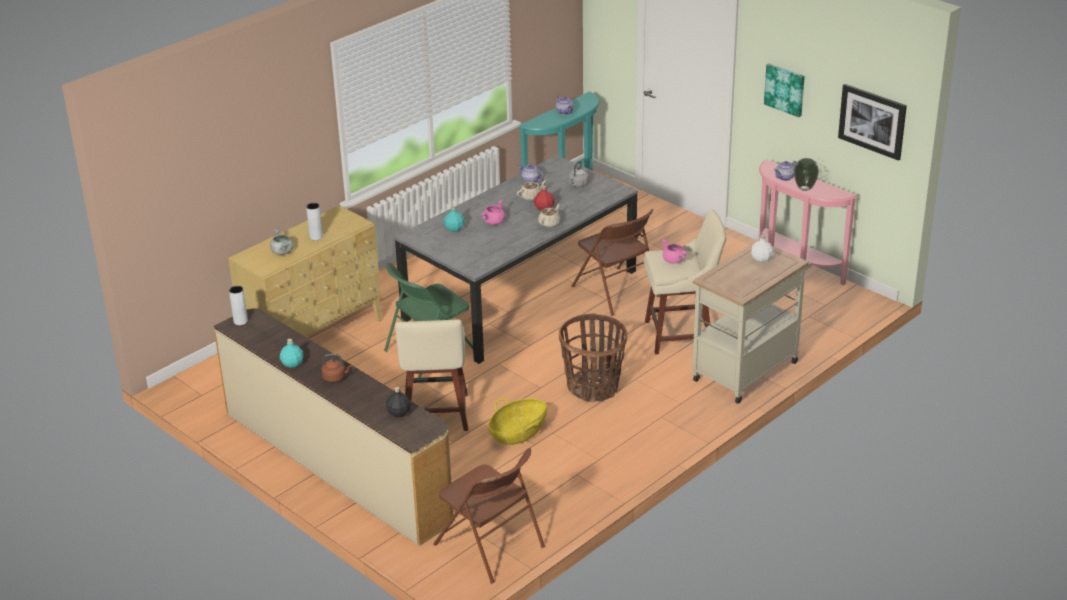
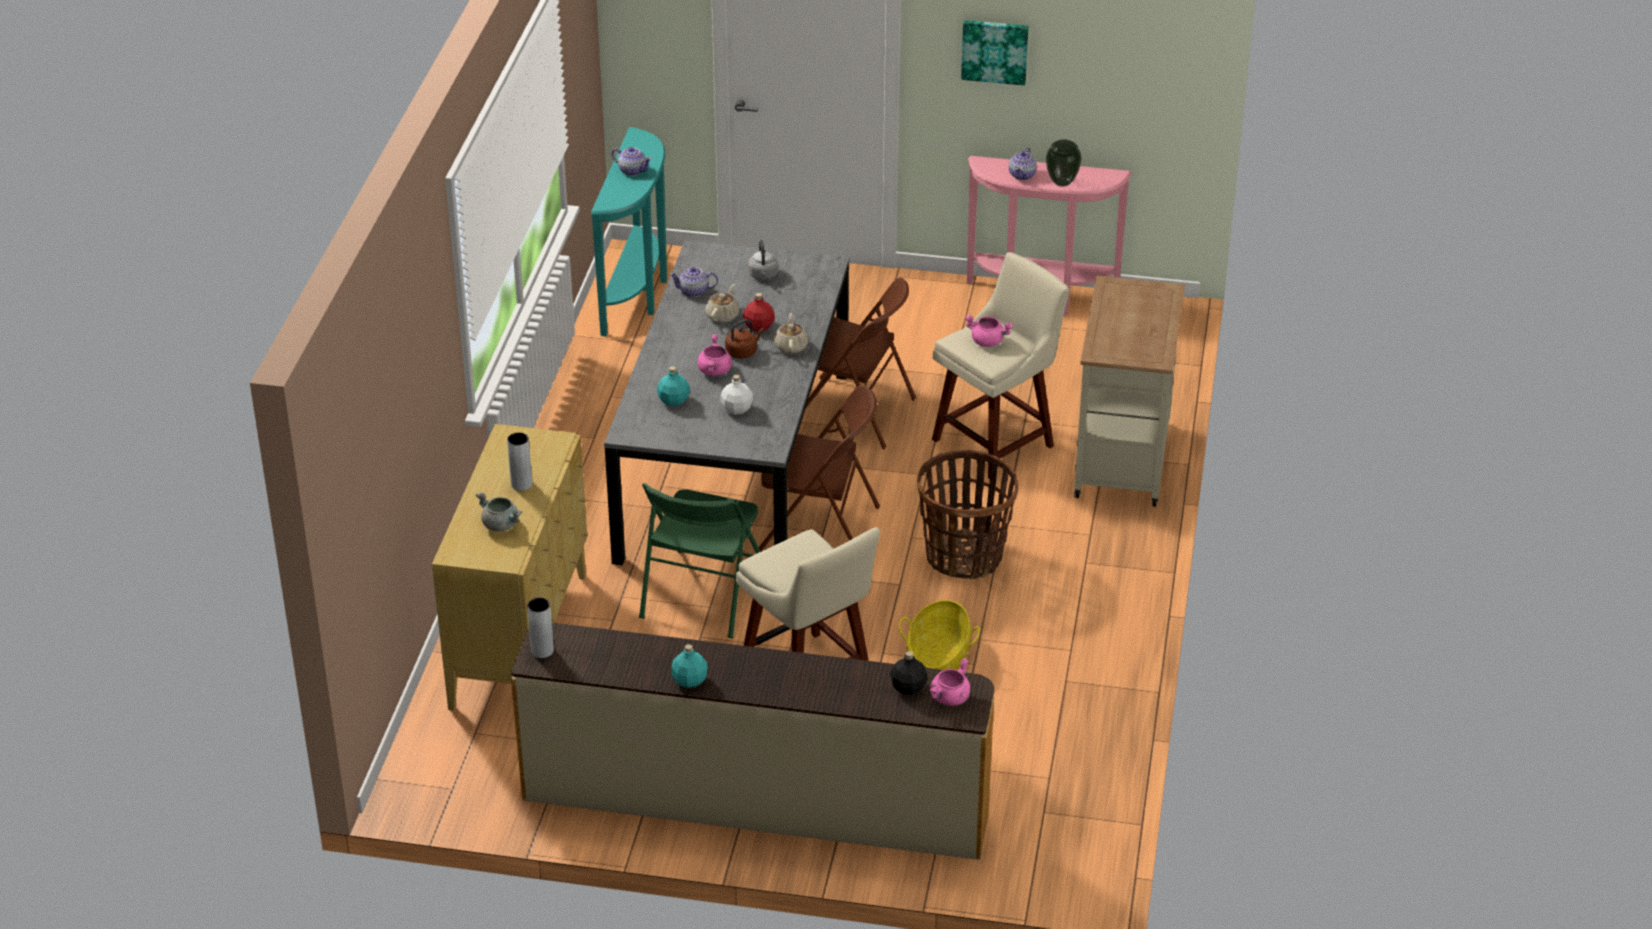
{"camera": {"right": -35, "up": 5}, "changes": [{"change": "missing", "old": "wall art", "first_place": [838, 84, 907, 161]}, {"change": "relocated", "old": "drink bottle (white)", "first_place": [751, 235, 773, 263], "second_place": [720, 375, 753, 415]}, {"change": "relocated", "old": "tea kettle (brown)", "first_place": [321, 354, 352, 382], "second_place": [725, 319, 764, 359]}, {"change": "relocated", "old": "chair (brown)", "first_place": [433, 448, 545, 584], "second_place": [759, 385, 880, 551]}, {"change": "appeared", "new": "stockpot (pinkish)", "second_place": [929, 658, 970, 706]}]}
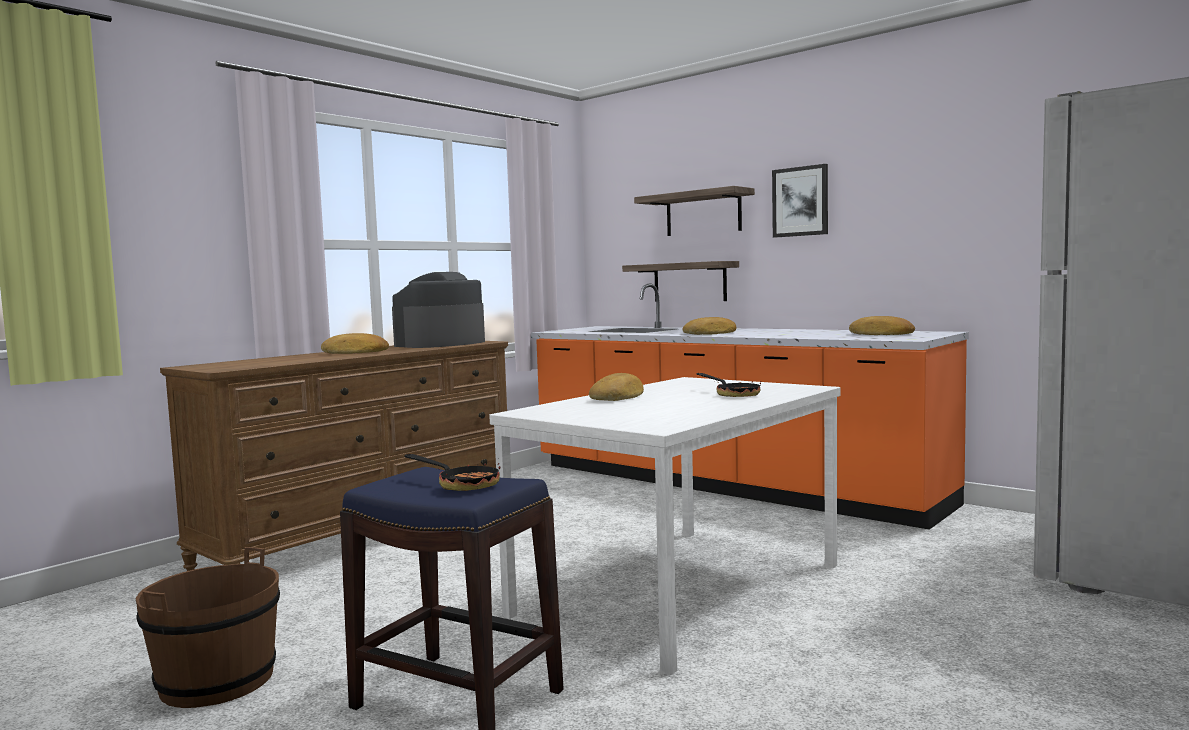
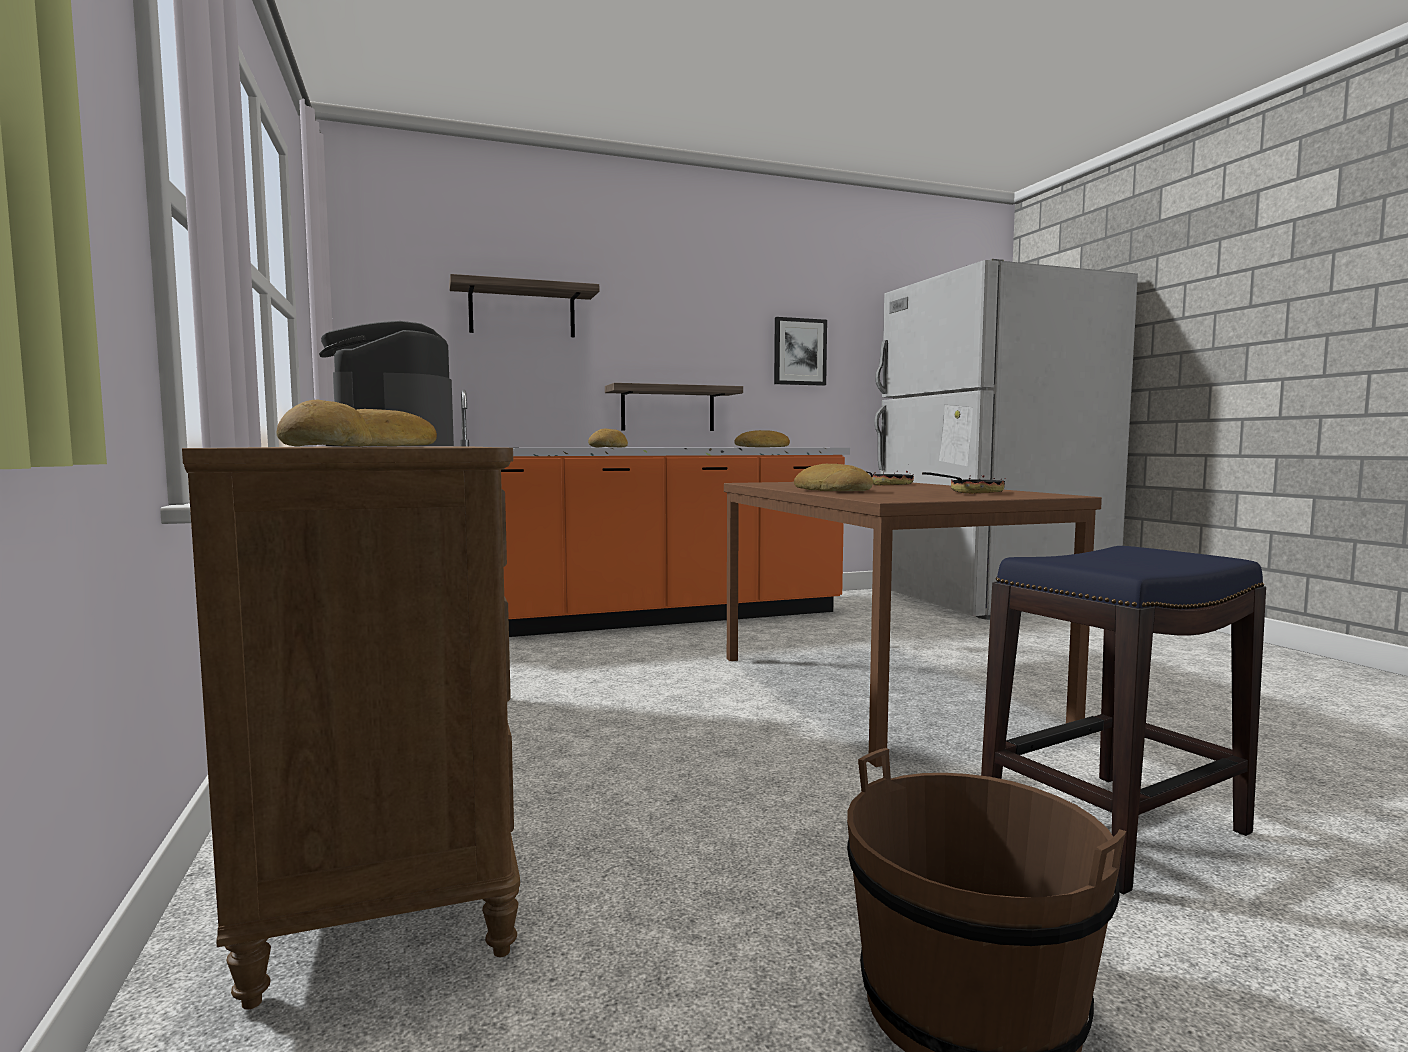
{"camera": {"right": -60, "up": 0}, "changes": [{"change": "relocated", "old": "wall art", "first_place": [772, 164, 828, 238], "second_place": [774, 317, 827, 386]}, {"change": "relocated", "old": "wall shelf", "first_place": [622, 261, 739, 302], "second_place": [605, 383, 743, 431]}, {"change": "colour", "old": "dinner table (white)", "new": "dinner table (brown)", "first_place": [489, 377, 841, 676], "second_place": [724, 482, 1102, 767]}, {"change": "relocated", "old": "skillet", "first_place": [404, 454, 501, 491], "second_place": [922, 468, 1006, 494]}, {"change": "appeared", "new": "baked bread", "second_place": [276, 400, 372, 446]}]}
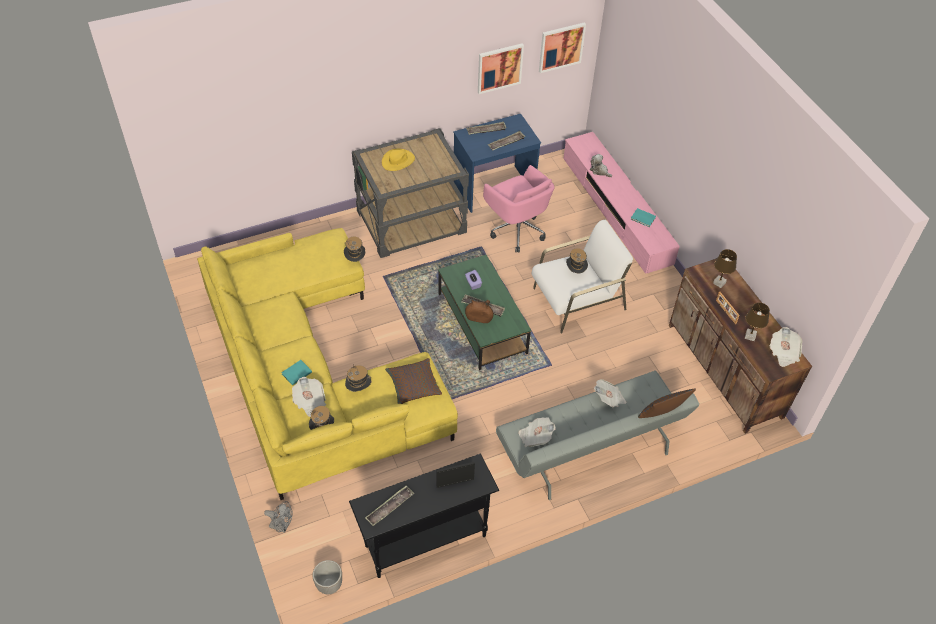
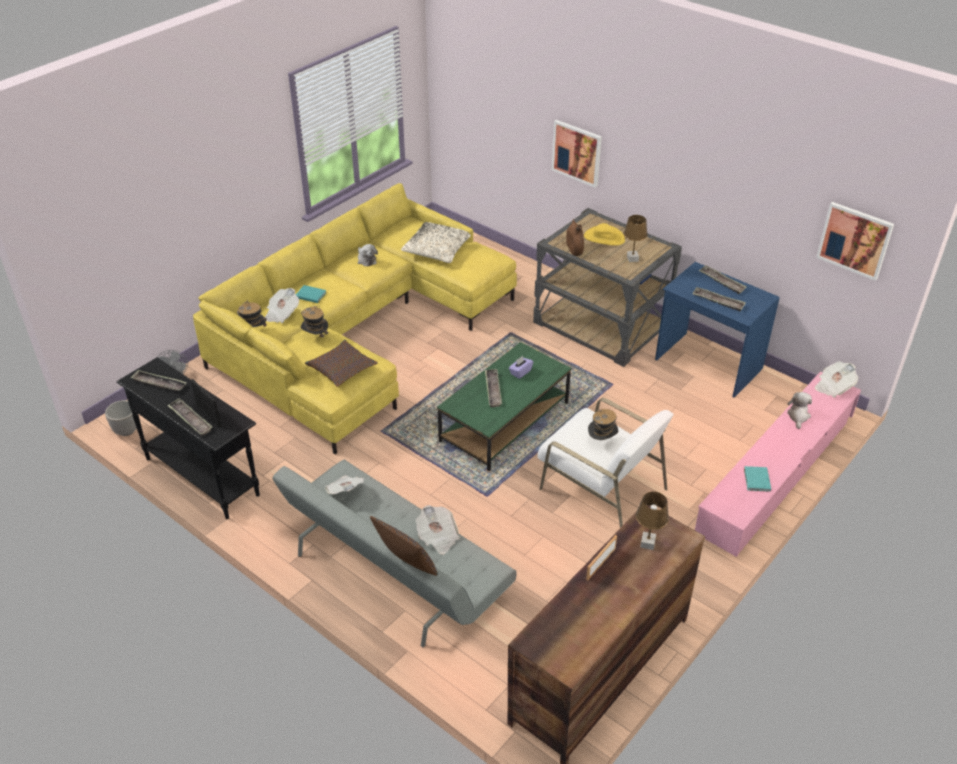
{"camera": {"right": 65, "up": -10}, "changes": [{"change": "relocated", "old": "wall art", "first_place": [478, 43, 524, 94], "second_place": [552, 120, 602, 188]}, {"change": "missing", "old": "desk chair (pinkish)", "first_place": [483, 165, 555, 253]}, {"change": "missing", "old": "hat", "first_place": [344, 237, 365, 262]}, {"change": "relocated", "old": "flower vase (brown)", "first_place": [465, 300, 493, 323], "second_place": [566, 219, 584, 256]}, {"change": "relocated", "old": "table lamp (brown)", "first_place": [745, 303, 770, 341], "second_place": [623, 215, 648, 262]}, {"change": "relocated", "old": "printed paper", "first_place": [770, 327, 803, 367], "second_place": [815, 361, 858, 398]}, {"change": "appeared", "new": "pillow (beige)", "second_place": [401, 222, 471, 263]}, {"change": "appeared", "new": "cuddly toy", "second_place": [358, 244, 378, 267]}, {"change": "appeared", "new": "carrying tray", "second_place": [167, 398, 213, 436]}]}
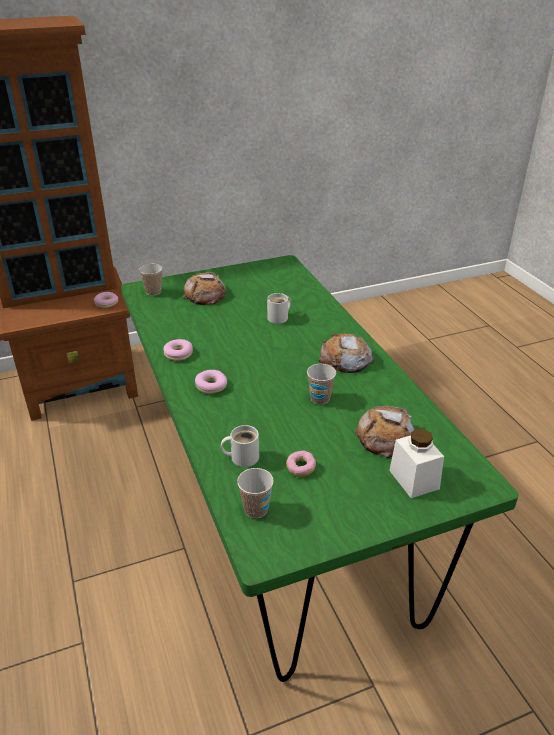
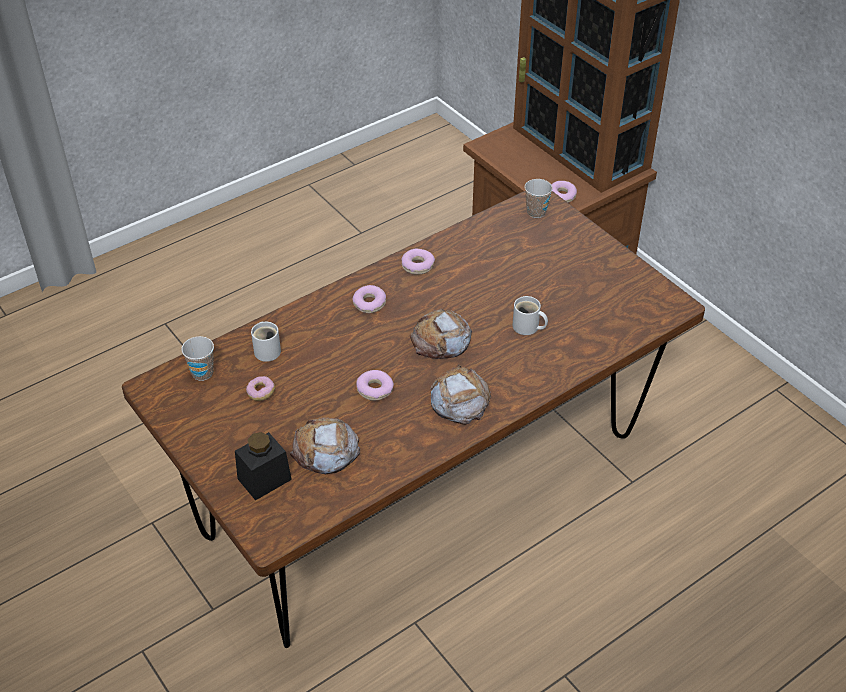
{"camera": {"right": 75, "up": 10}, "changes": [{"change": "colour", "old": "dinner table (green-coloured)", "new": "dinner table (brown)", "first_place": [121, 255, 519, 682], "second_place": [122, 191, 705, 648]}, {"change": "relocated", "old": "baked bread", "first_place": [183, 272, 226, 305], "second_place": [410, 309, 472, 359]}, {"change": "exchanged", "old": "drinking cup", "new": "ring doughnut", "first_place": [307, 364, 336, 405], "second_place": [356, 370, 394, 401]}, {"change": "colour", "old": "jar (white)", "new": "jar (blackish)", "first_place": [389, 429, 444, 498], "second_place": [235, 432, 292, 500]}]}
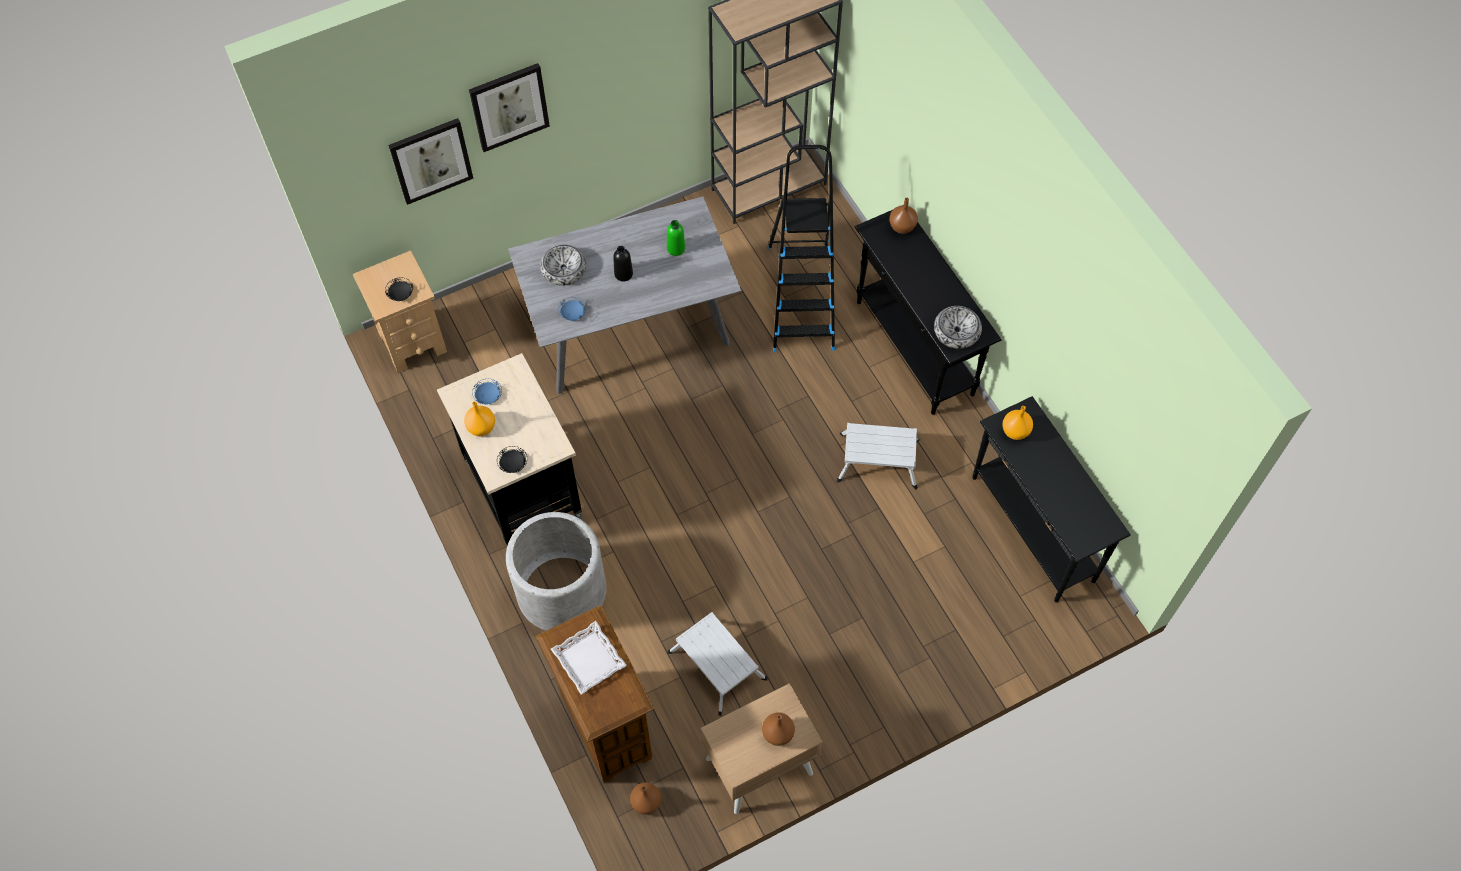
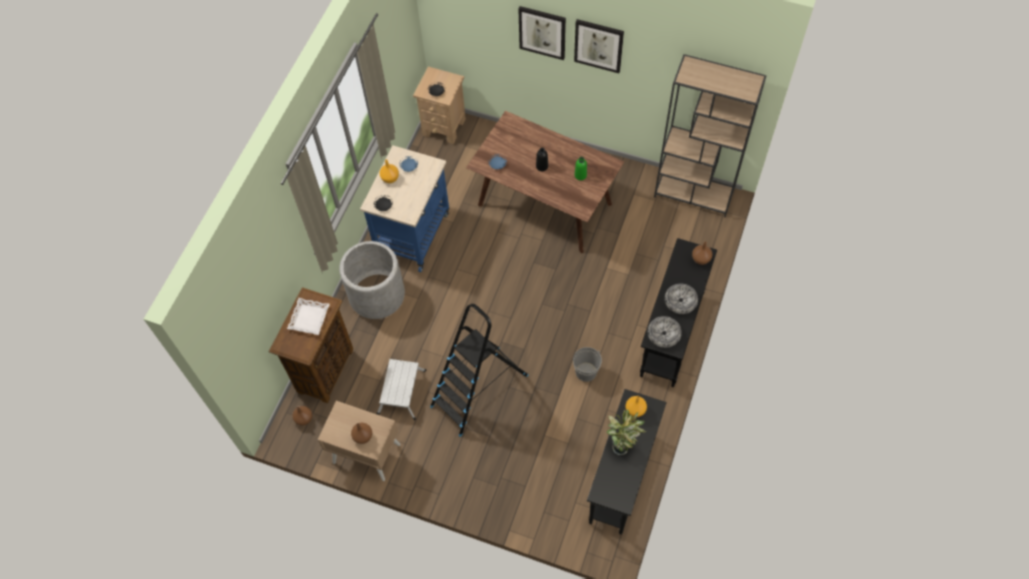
{"camera": {"right": 50, "up": 0}, "changes": [{"change": "relocated", "old": "wall art", "first_place": [388, 118, 473, 205], "second_place": [574, 19, 624, 73]}, {"change": "relocated", "old": "step ladder (blackish)", "first_place": [768, 145, 835, 352], "second_place": [430, 304, 529, 437]}, {"change": "colour", "old": "dinner table (gray)", "new": "dinner table (brown)", "first_place": [508, 196, 742, 394], "second_place": [466, 111, 624, 253]}, {"change": "relocated", "old": "serving bowl", "first_place": [540, 244, 586, 286], "second_place": [665, 284, 698, 314]}, {"change": "colour", "old": "trolley (blackish)", "new": "trolley (blue-coloured)", "first_place": [437, 353, 582, 546], "second_place": [360, 145, 449, 272]}, {"change": "exchanged", "old": "step ladder (white)", "new": "bucket (gray)", "first_place": [836, 423, 920, 490], "second_place": [573, 347, 602, 382]}, {"change": "appeared", "new": "houseplant", "second_place": [607, 409, 647, 455]}]}
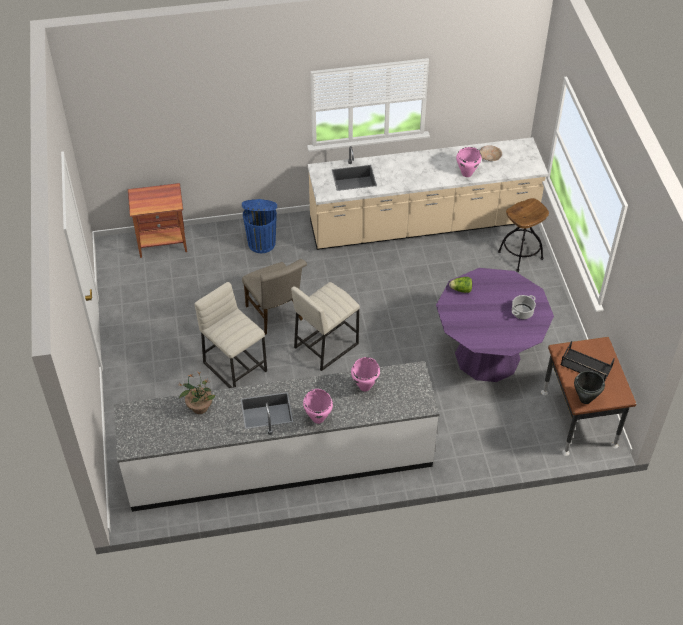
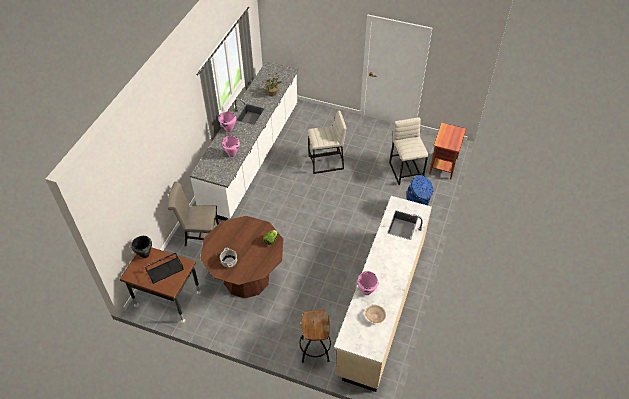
{"camera": {"right": 120, "up": 0}, "changes": [{"change": "relocated", "old": "chair (beige)", "first_place": [242, 259, 307, 335], "second_place": [168, 181, 219, 246]}, {"change": "colour", "old": "dinner table (purple-coloured)", "new": "dinner table (brown)", "first_place": [436, 268, 554, 382], "second_place": [200, 216, 283, 298]}, {"change": "relocated", "old": "stool seat (beige)", "first_place": [291, 282, 360, 371], "second_place": [389, 117, 428, 185]}]}
